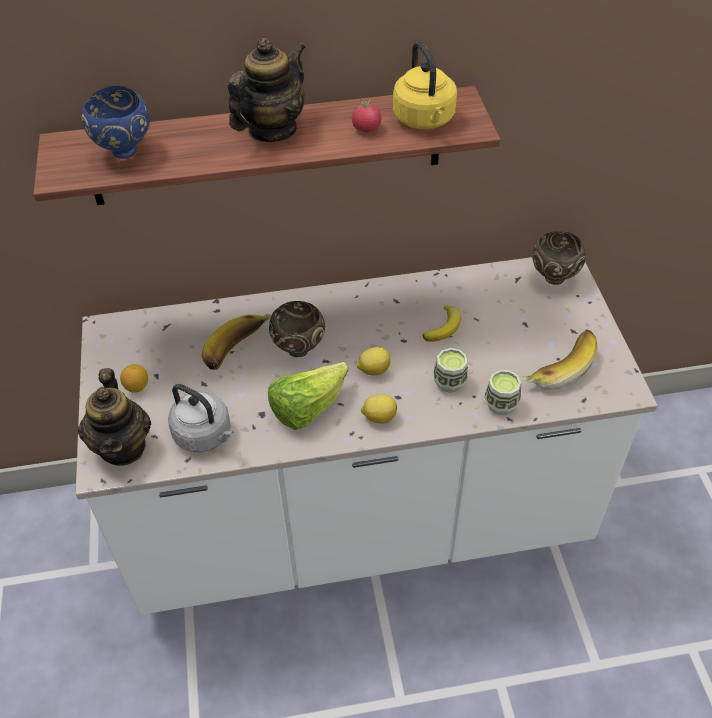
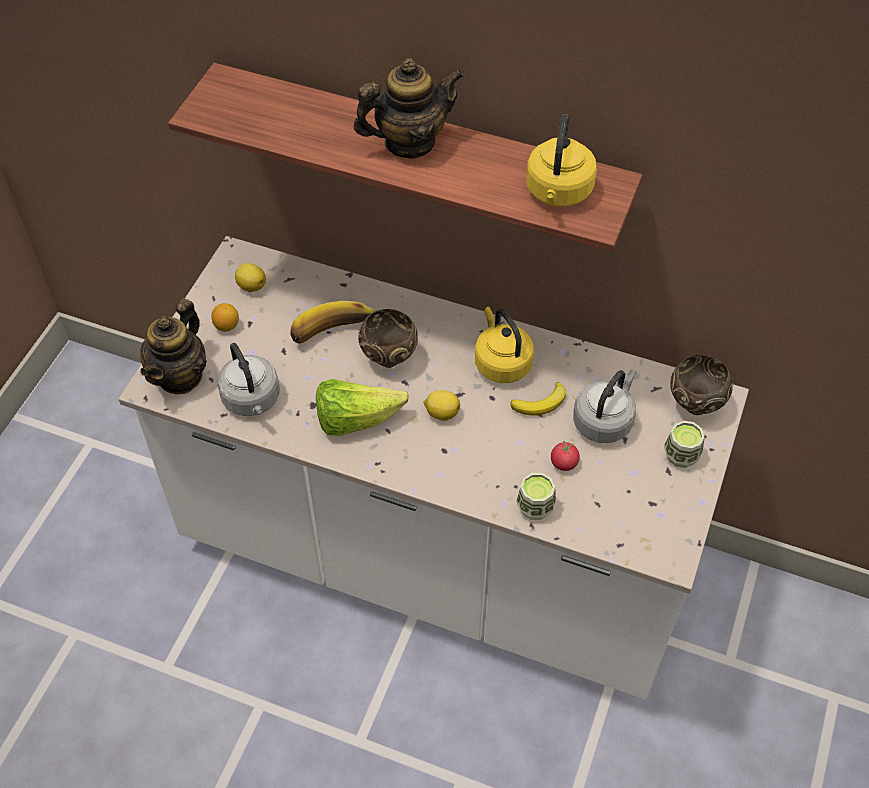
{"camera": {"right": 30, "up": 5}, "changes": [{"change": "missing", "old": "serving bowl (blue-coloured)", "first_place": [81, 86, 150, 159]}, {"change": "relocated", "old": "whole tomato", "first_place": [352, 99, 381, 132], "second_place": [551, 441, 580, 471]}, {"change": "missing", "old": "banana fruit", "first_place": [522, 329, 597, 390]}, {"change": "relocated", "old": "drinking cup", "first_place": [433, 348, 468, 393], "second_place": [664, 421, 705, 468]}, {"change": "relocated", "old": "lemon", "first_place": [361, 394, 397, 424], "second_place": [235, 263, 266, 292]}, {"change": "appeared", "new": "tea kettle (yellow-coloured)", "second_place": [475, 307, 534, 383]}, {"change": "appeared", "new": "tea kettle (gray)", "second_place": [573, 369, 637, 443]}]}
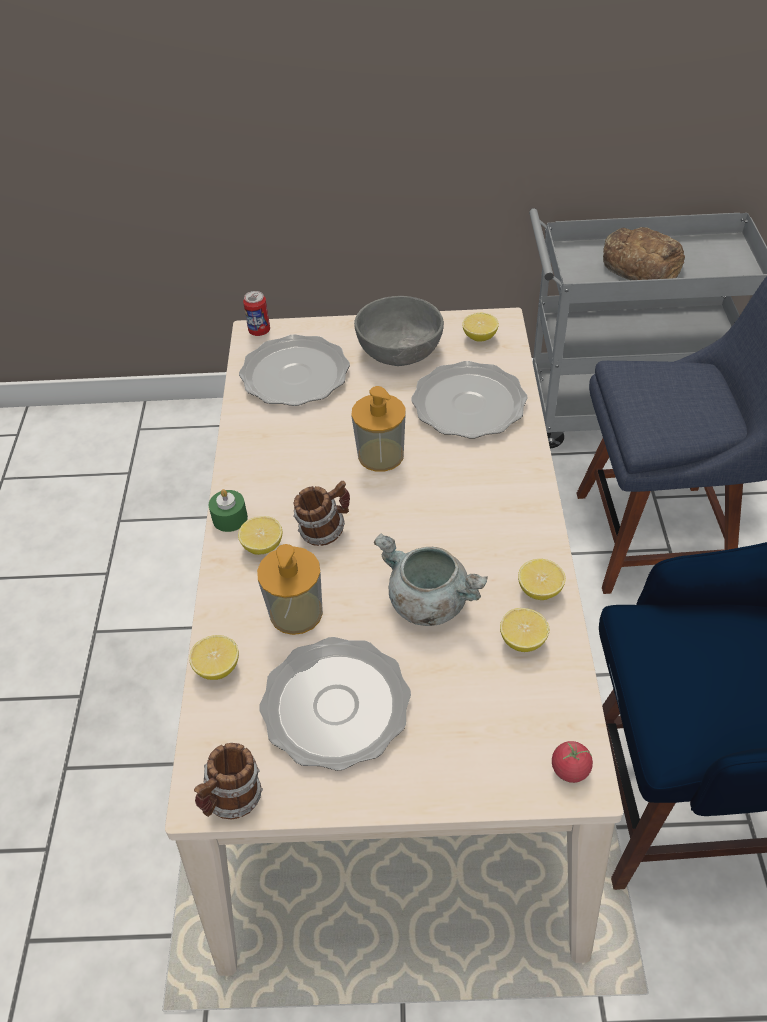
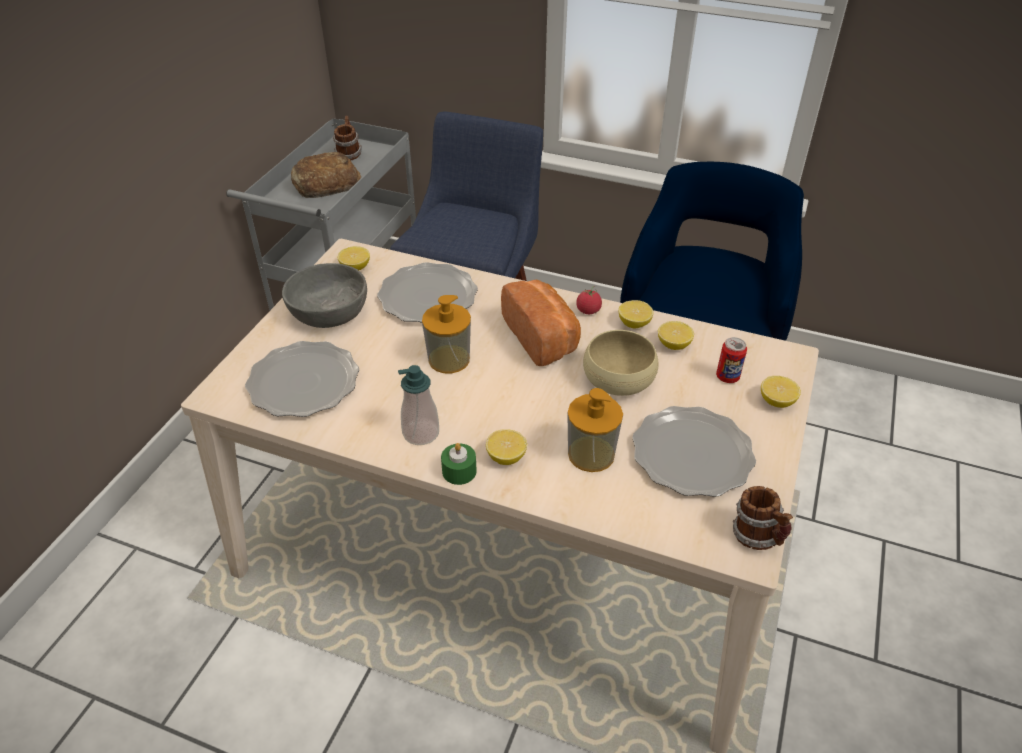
{"camera": {"right": -70, "up": -5}, "changes": [{"change": "relocated", "old": "metal can", "first_place": [243, 291, 270, 336], "second_place": [716, 337, 747, 383]}, {"change": "relocated", "old": "tea mug", "first_place": [293, 481, 350, 546], "second_place": [333, 116, 362, 160]}, {"change": "exchanged", "old": "stockpot (gray)", "new": "serving bowl (beige)", "first_place": [374, 533, 488, 626], "second_place": [583, 330, 659, 396]}, {"change": "relocated", "old": "lemon", "first_place": [189, 635, 239, 680], "second_place": [761, 376, 801, 408]}, {"change": "relocated", "old": "whole tomato", "first_place": [552, 741, 593, 783], "second_place": [576, 286, 602, 314]}, {"change": "appeared", "new": "baked bread", "second_place": [501, 280, 581, 366]}, {"change": "appeared", "new": "soap bottle", "second_place": [398, 365, 439, 445]}]}
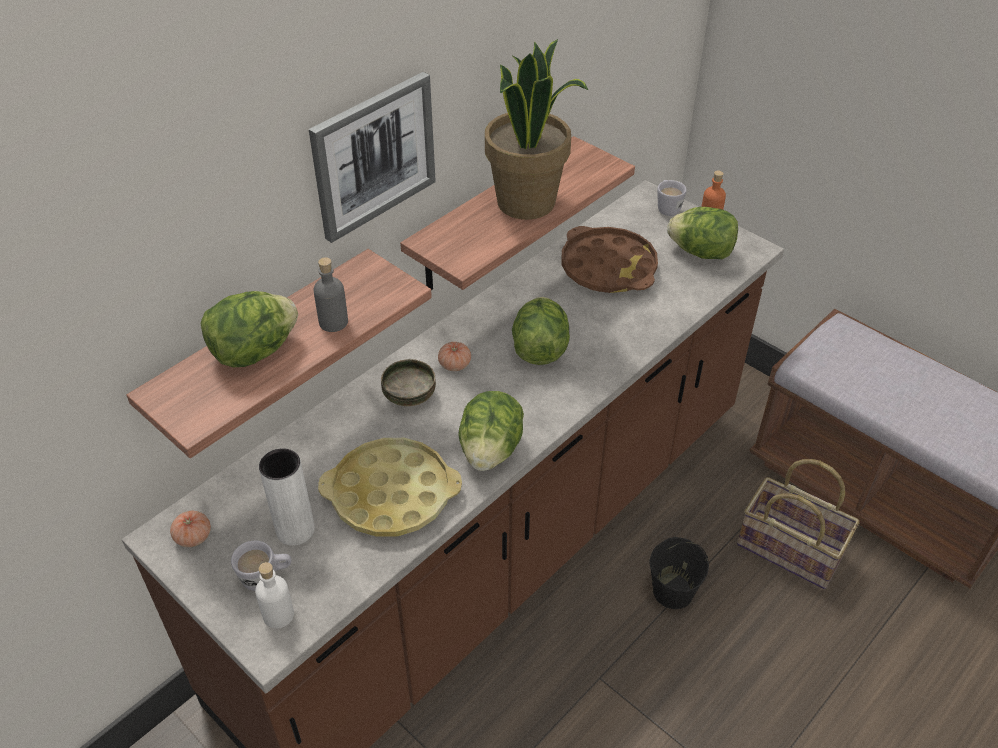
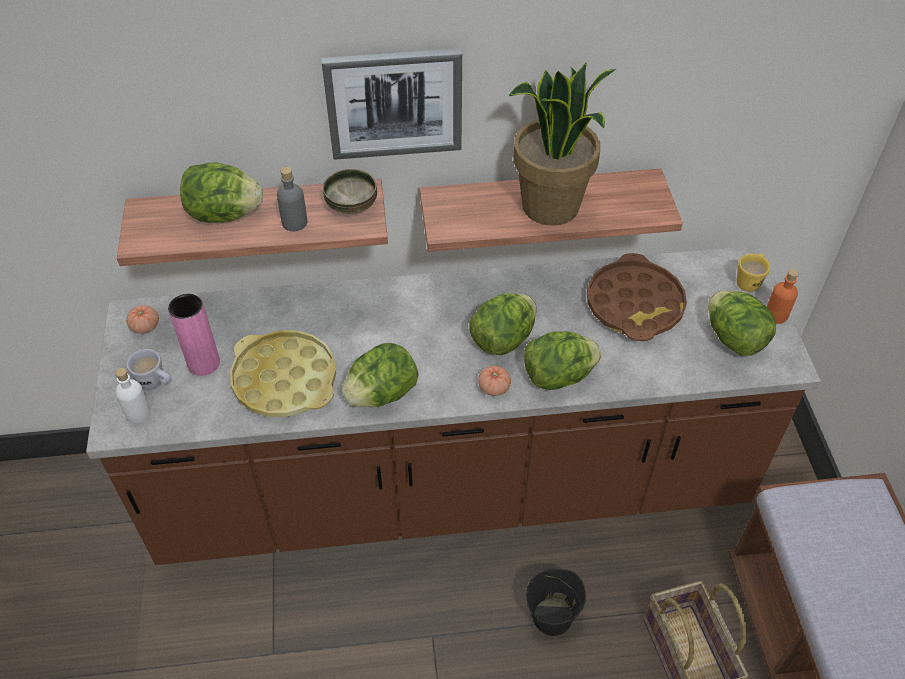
{"camera": {"right": 40, "up": 5}, "changes": [{"change": "colour", "old": "tea mug (white)", "new": "tea mug (yellow-coloured)", "first_place": [657, 180, 687, 216], "second_place": [737, 254, 770, 292]}, {"change": "relocated", "old": "whole tomato", "first_place": [438, 342, 471, 371], "second_place": [478, 365, 511, 396]}, {"change": "relocated", "old": "serving bowl", "first_place": [381, 359, 436, 406], "second_place": [323, 169, 377, 214]}, {"change": "colour", "old": "flower vase (white)", "new": "flower vase (pinkish)", "first_place": [259, 448, 315, 546], "second_place": [168, 294, 220, 376]}, {"change": "appeared", "new": "lettuce", "second_place": [524, 331, 601, 390]}]}
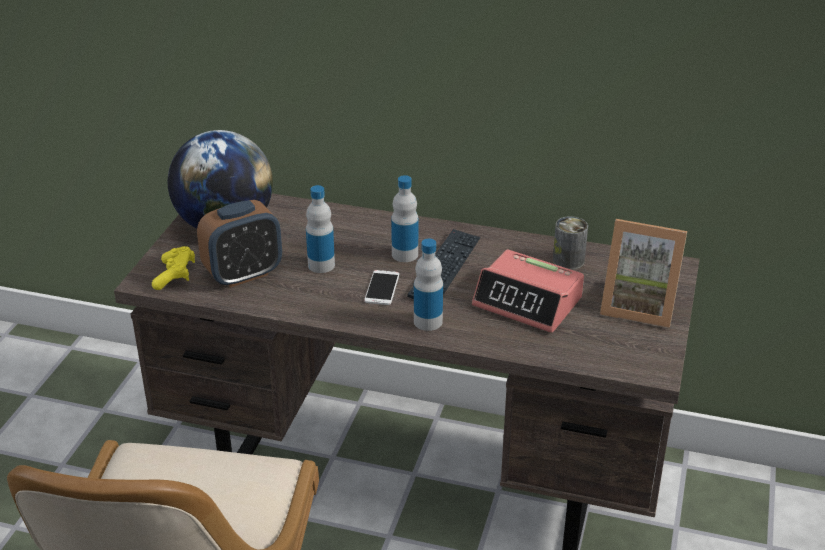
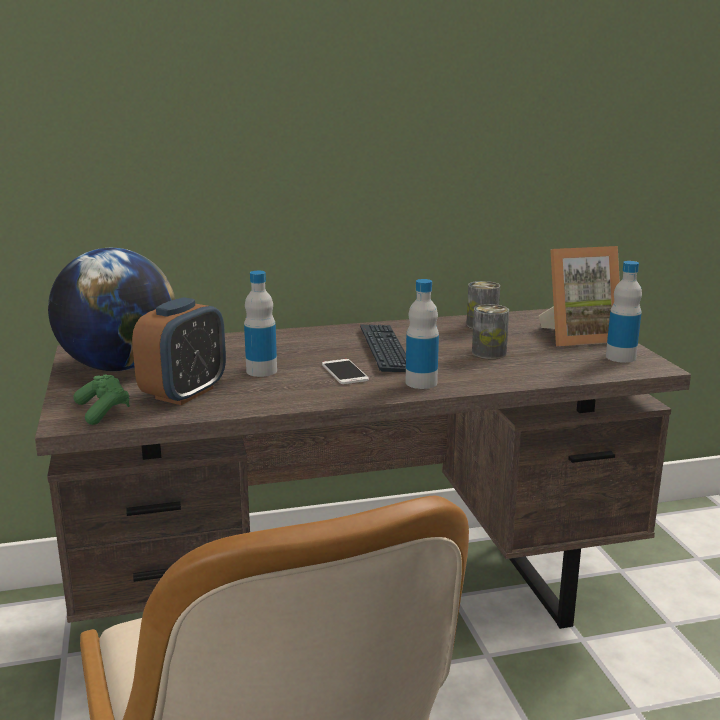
{"camera": {"right": -30, "up": -15}, "changes": [{"change": "relocated", "old": "drink bottle", "first_place": [391, 175, 418, 262], "second_place": [606, 261, 642, 363]}, {"change": "colour", "old": "gamepad (yellow-coloured)", "new": "gamepad (green-coloured)", "first_place": [152, 246, 195, 290], "second_place": [73, 374, 130, 425]}, {"change": "exchanged", "old": "table clock", "new": "metal can", "first_place": [472, 249, 584, 333], "second_place": [472, 304, 509, 359]}]}
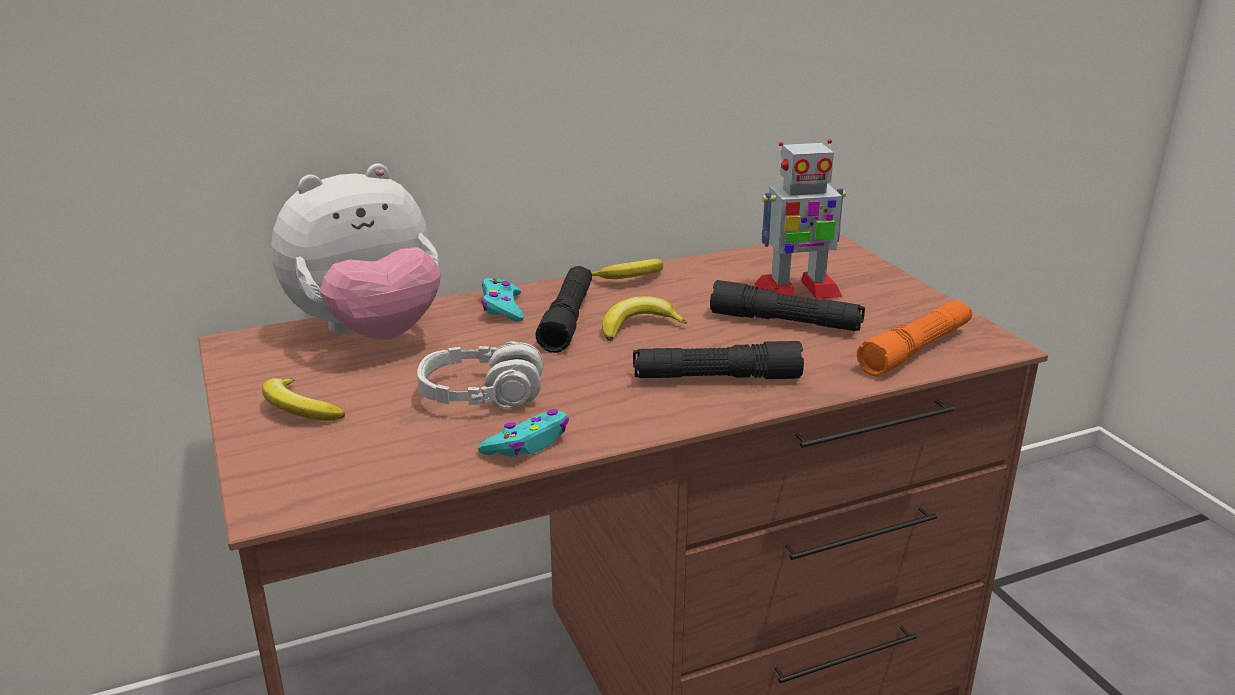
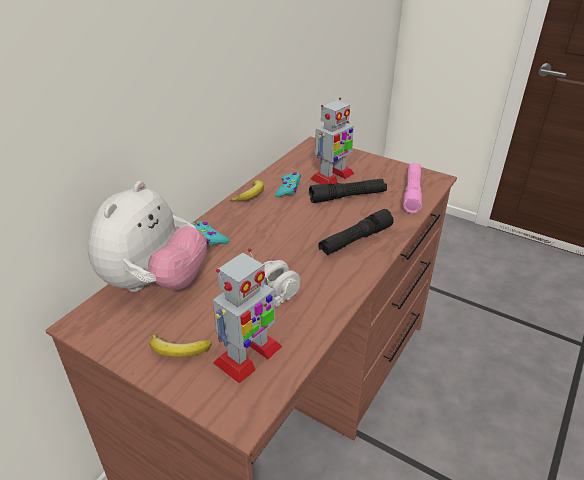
{"camera": {"right": -35, "up": 10}, "changes": [{"change": "missing", "old": "hand torch (blackish)", "first_place": [535, 266, 592, 353]}, {"change": "missing", "old": "banana fruit", "first_place": [602, 296, 687, 341]}, {"change": "colour", "old": "hand torch (orange)", "new": "hand torch (pinkish)", "first_place": [857, 300, 972, 376], "second_place": [403, 163, 422, 213]}, {"change": "relocated", "old": "gamepad (turquoise-coloured)", "first_place": [477, 409, 569, 457], "second_place": [275, 172, 301, 197]}, {"change": "appeared", "new": "toy robot", "second_place": [213, 248, 282, 383]}]}
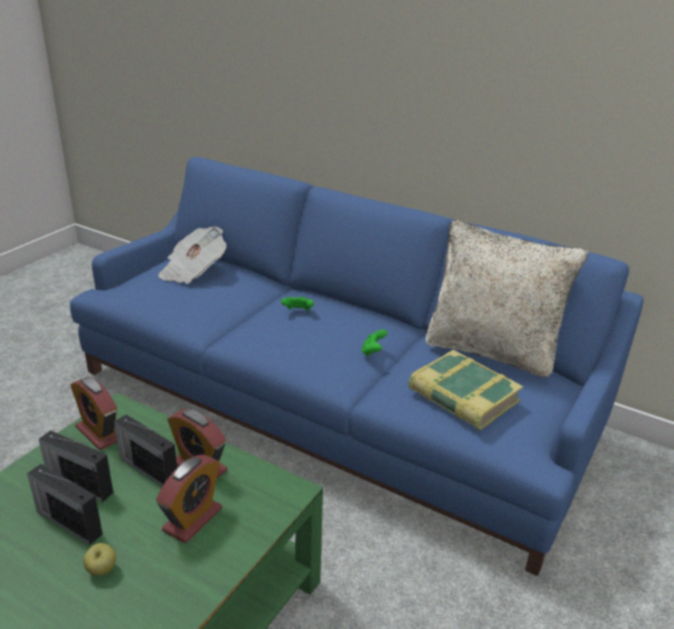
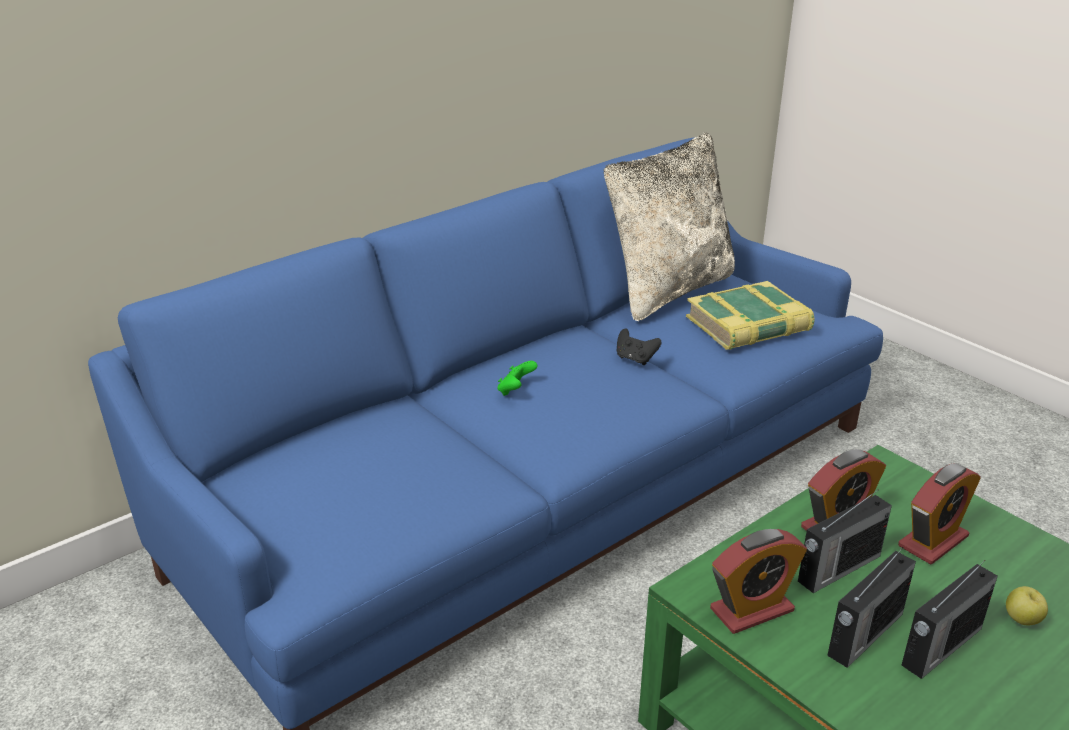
{"camera": {"right": -70, "up": 0}, "changes": [{"change": "missing", "old": "printed paper", "first_place": [158, 227, 227, 284]}, {"change": "colour", "old": "gamepad (green-coloured)", "new": "gamepad (blackish)", "first_place": [361, 329, 387, 357], "second_place": [617, 328, 662, 365]}, {"change": "spun", "old": "table clock", "first_place": [156, 455, 222, 543], "second_place": [898, 463, 981, 565], "degrees": 90}]}
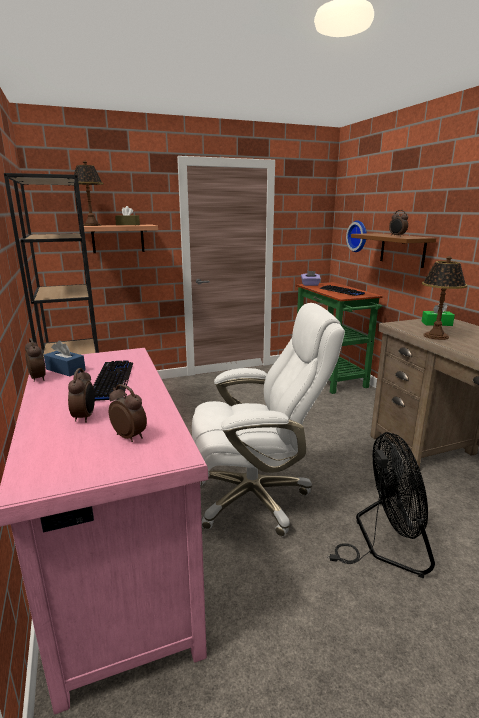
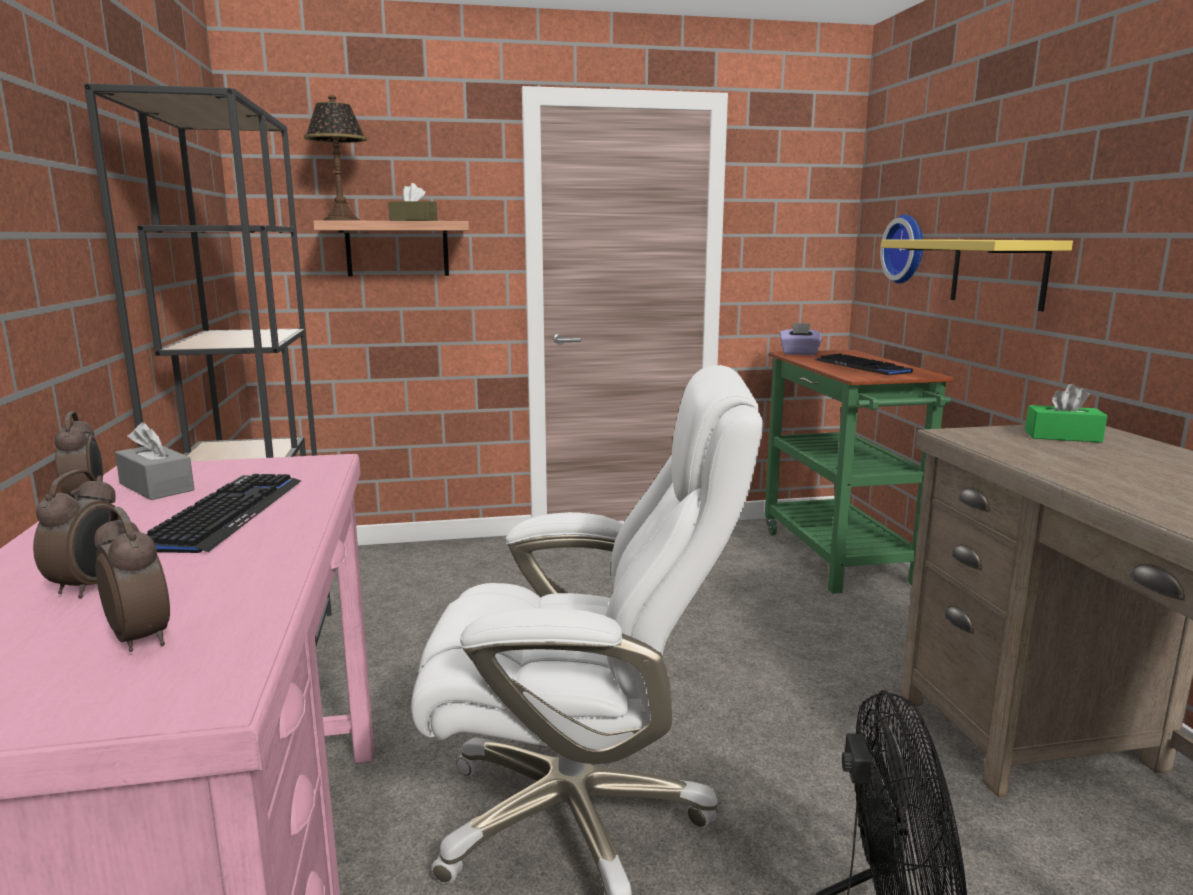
{"camera": {"right": 10, "up": -5}, "changes": [{"change": "missing", "old": "table clock", "first_place": [389, 210, 408, 237]}, {"change": "colour", "old": "wall shelf (brown)", "new": "wall shelf (yellow-coloured)", "first_place": [351, 233, 436, 268], "second_place": [881, 239, 1073, 311]}, {"change": "missing", "old": "table lamp", "first_place": [422, 256, 467, 340]}, {"change": "colour", "old": "box of tissues (blue-coloured)", "new": "box of tissues (gray)", "first_place": [44, 341, 86, 376], "second_place": [115, 422, 194, 500]}]}
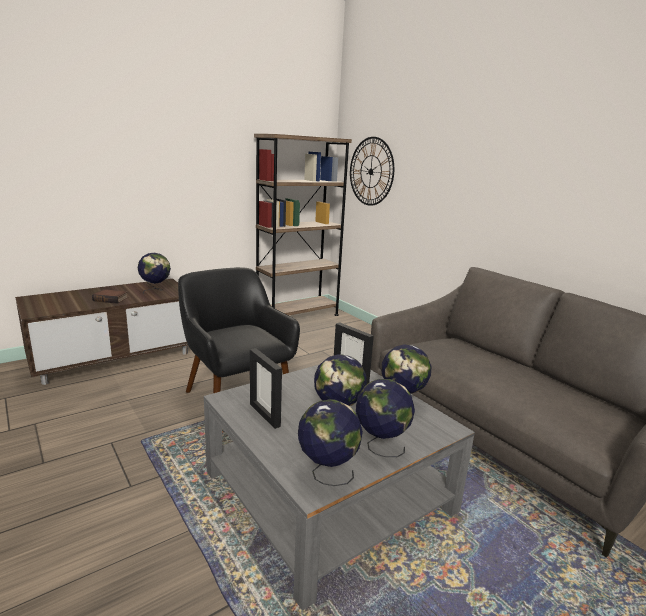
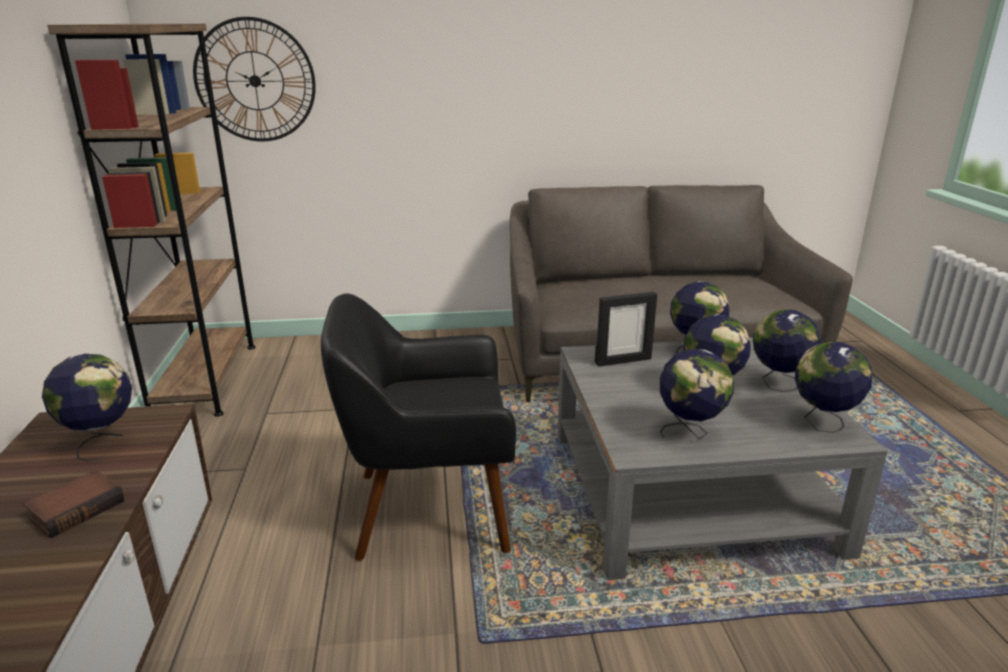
{"camera": {"right": -60, "up": 5}, "changes": [{"change": "exchanged", "old": "photo frame", "new": "globe", "first_place": [250, 348, 282, 429], "second_place": [660, 349, 734, 439]}]}
